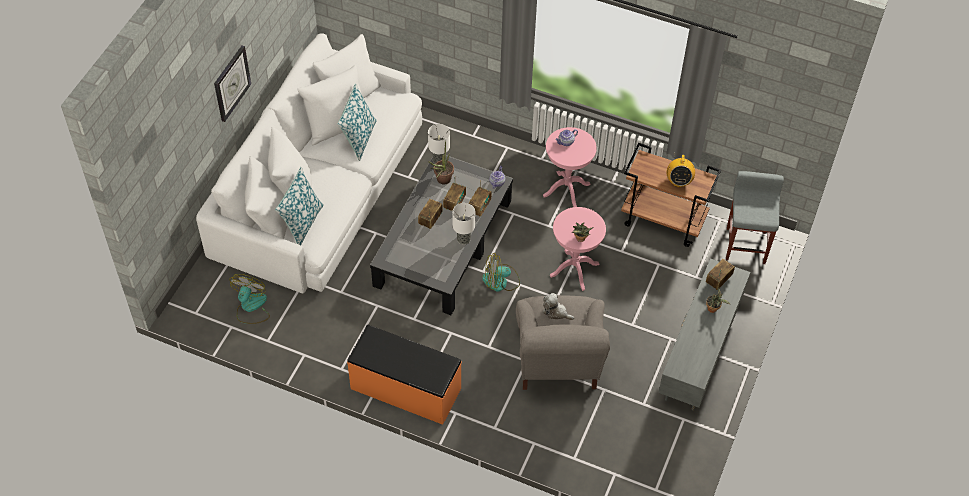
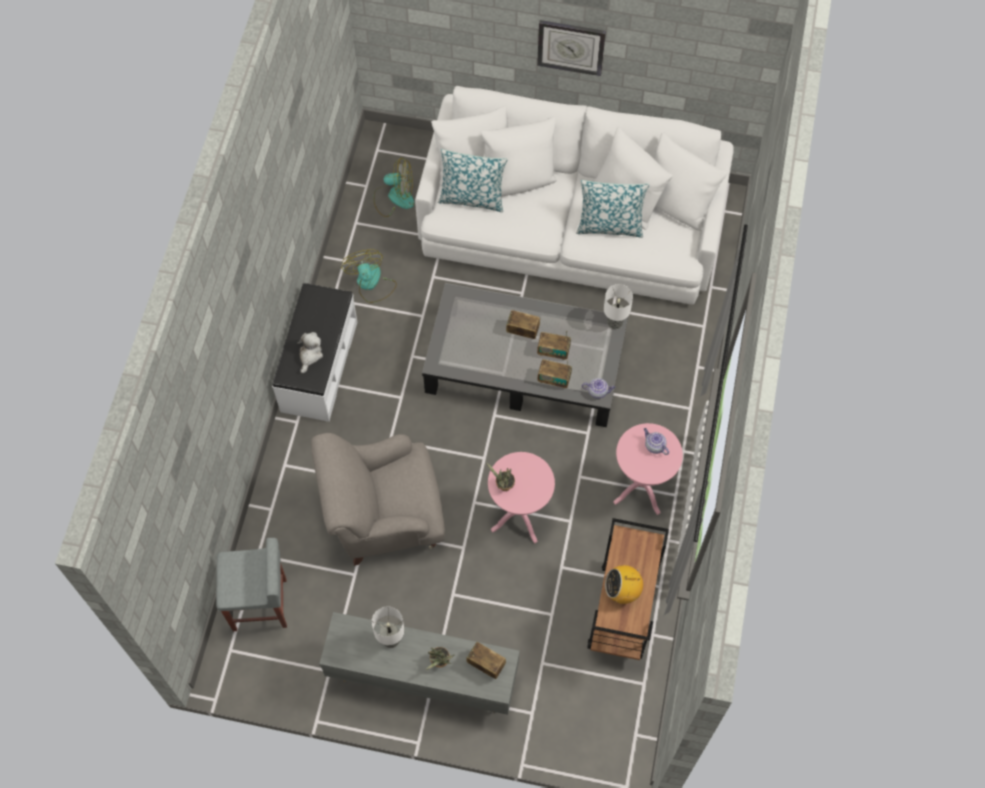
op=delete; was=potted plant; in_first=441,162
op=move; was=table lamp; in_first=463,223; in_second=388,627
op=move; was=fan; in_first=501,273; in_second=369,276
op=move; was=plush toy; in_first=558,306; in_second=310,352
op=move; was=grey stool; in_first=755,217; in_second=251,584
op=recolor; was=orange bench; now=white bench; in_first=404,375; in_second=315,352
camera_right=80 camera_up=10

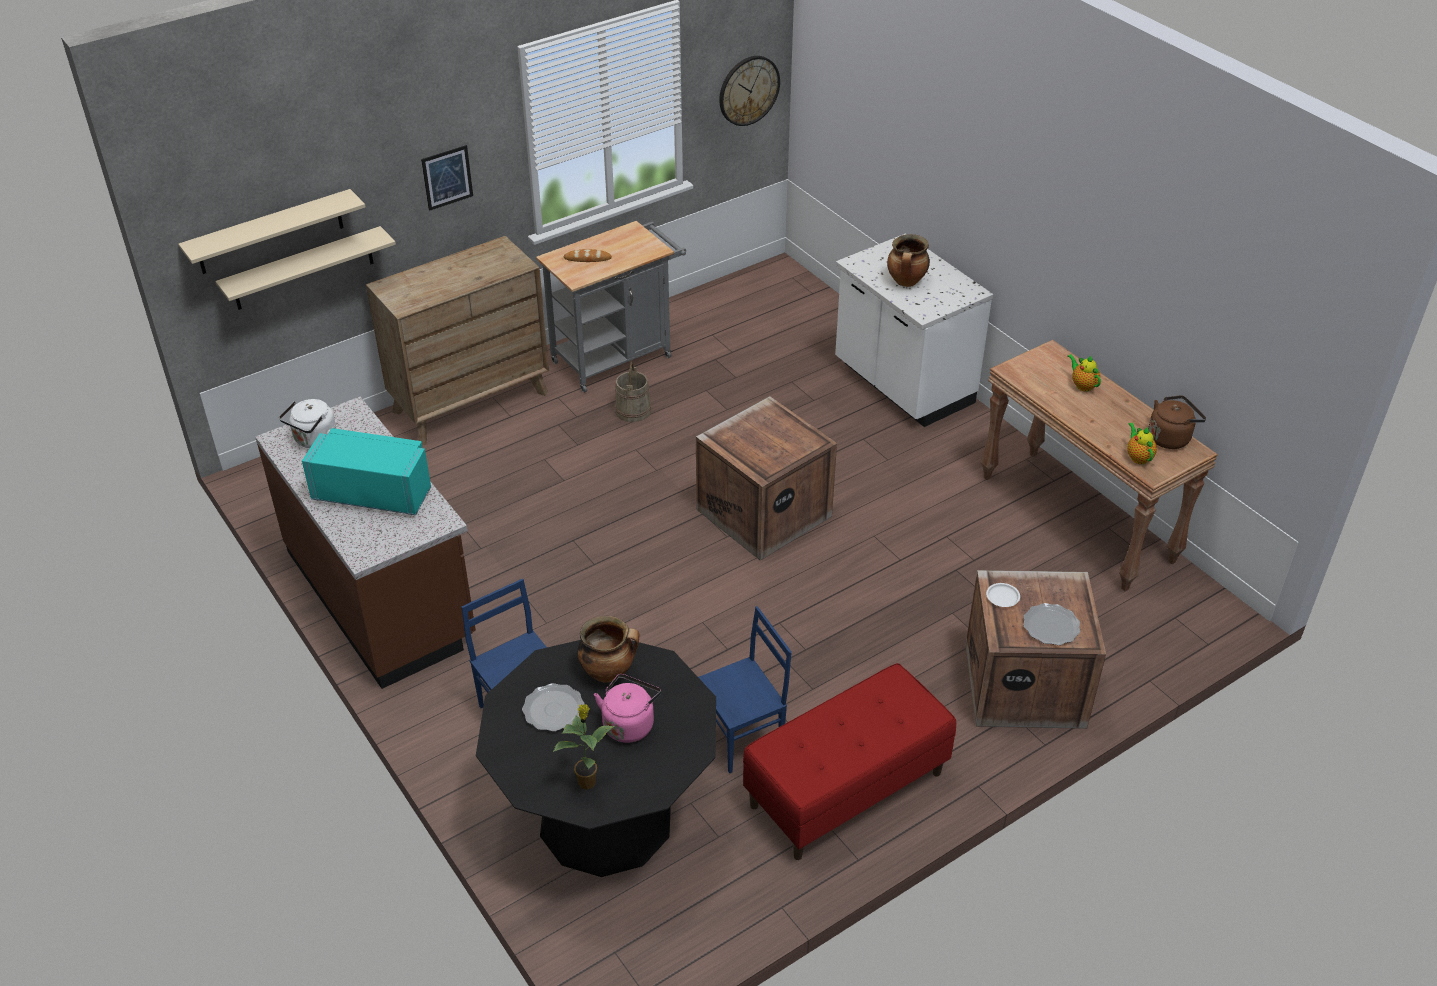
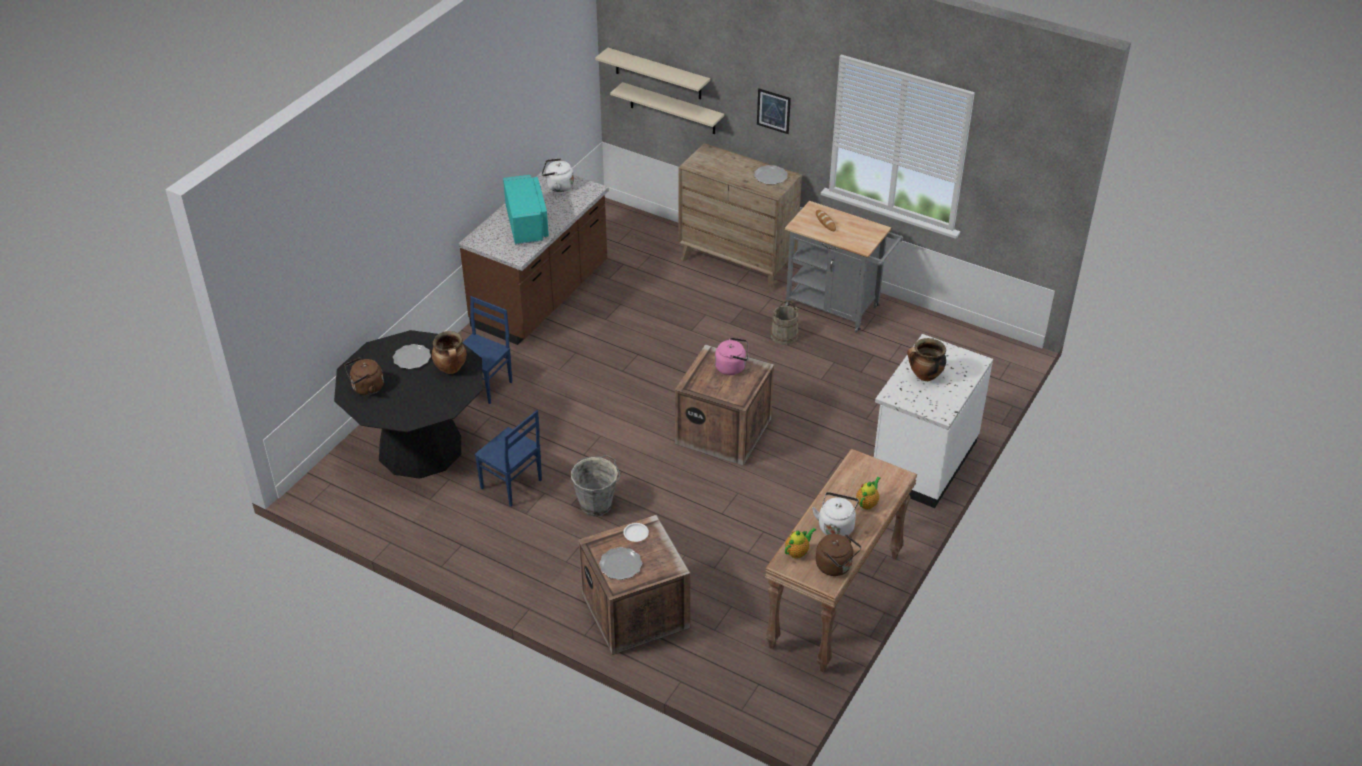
op=delete; was=wall clock; in_first=749,91
op=delete; was=red bench; in_first=849,761
op=insert; now=grey bucket; in_second=595,485
op=insert; now=plate; in_second=771,174
op=insert; now=white kettle; in_second=835,514
op=move; was=pink kettle; in_first=627,708; in_second=731,356
op=replace; was=potted plant; now=brown kettle; in_first=584,747; in_second=364,376
camera_right=65 camera_up=0

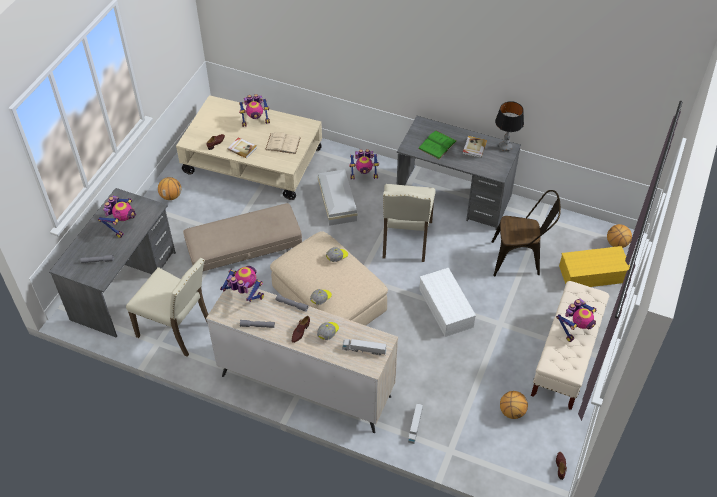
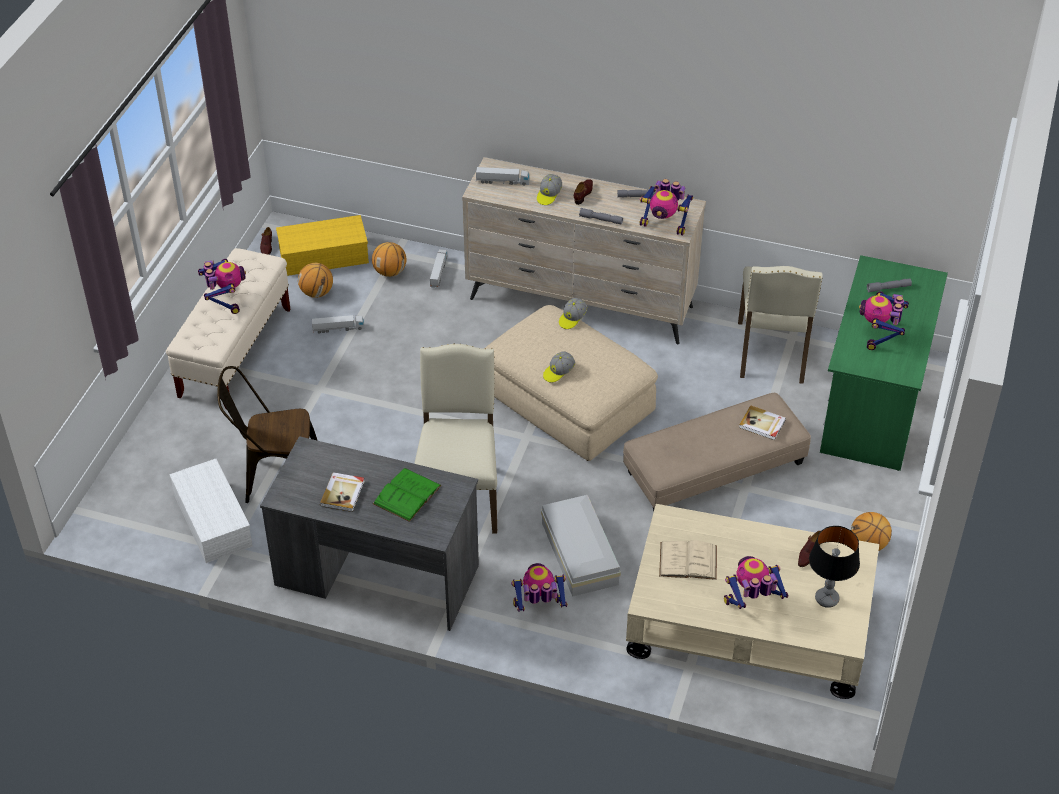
op=insert; now=toy truck; in_second=338,324
op=move; was=book; in_first=242,148; in_second=762,422
op=move; was=white storage box; in_first=447,302; in_second=211,511
op=move; was=table lamp; in_first=509,126; in_second=834,567
op=move; was=yellow storage box; in_first=594,266; in_second=322,245
op=move; was=basketball; in_first=619,236; in_second=389,259
op=recolor; was=grey desk; now=green desk; in_first=112,263; in_second=884,363
op=rotate; was=beige chair; in_first=167,307; in_second=780,325; clockwise=-105
op=rotate; was=toy robot; in_first=576,320; in_second=222,286; clockwise=120
camera_right=175 camera_up=-5

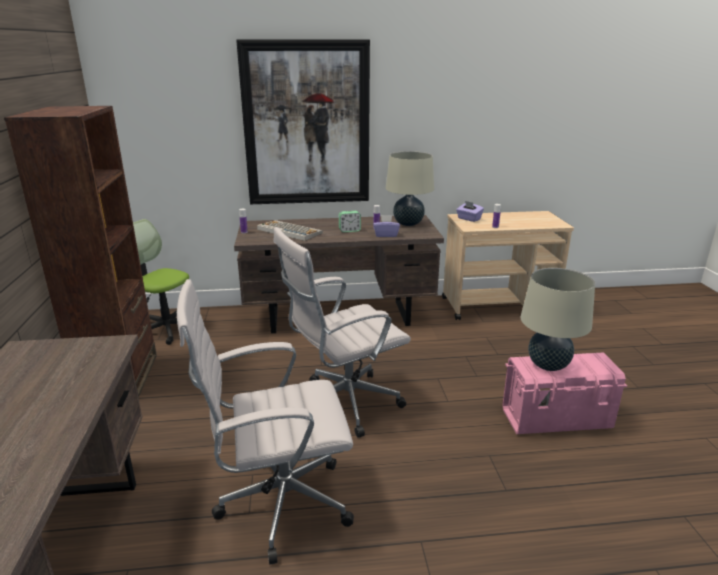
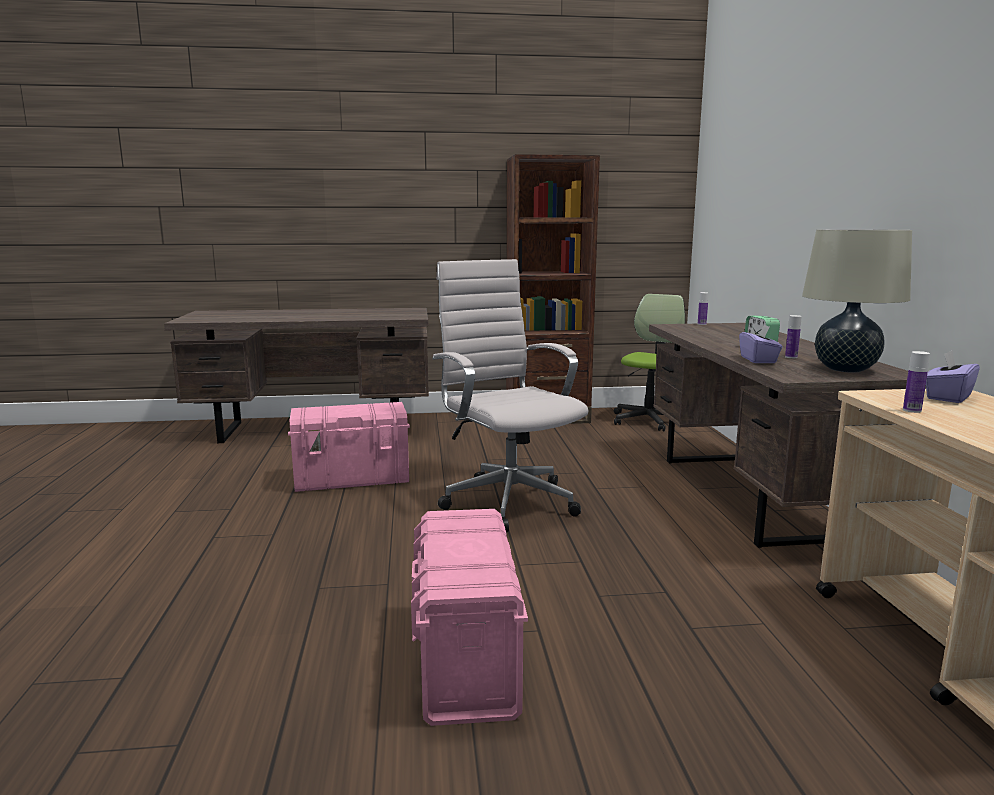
op=delete; was=picture; in_first=303,121
op=delete; was=keyboard; in_first=290,230
op=delete; was=beige table lamp; in_first=557,319
op=replace; was=white office chair; now=pink storage box; in_first=265,422; in_second=349,447
camera_right=90 camera_up=-10

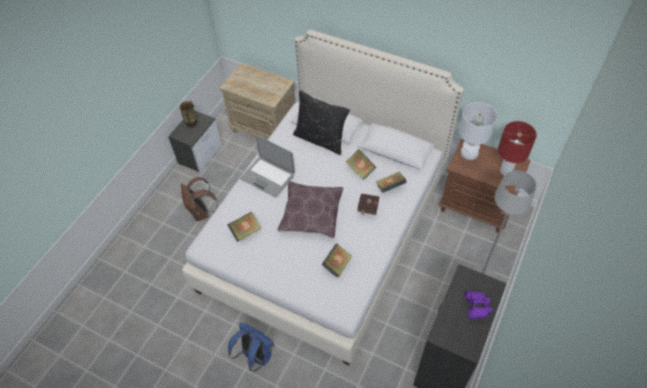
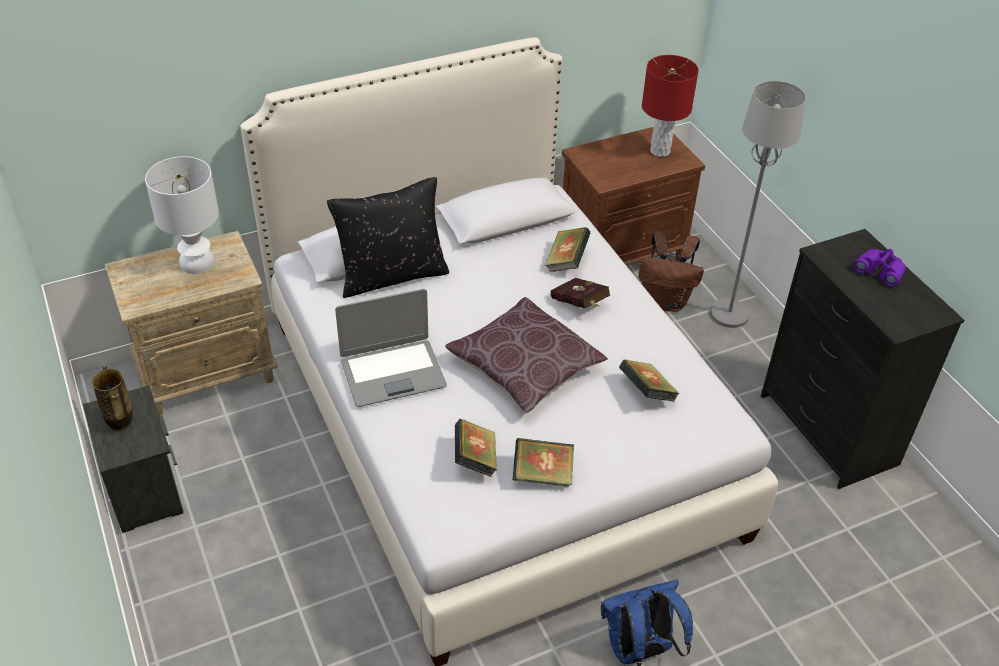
op=move; was=brown backpack; in_first=199,199; in_second=671,271
op=move; was=book; in_first=361,164; in_second=543,462
op=move; was=white table lamp; in_first=478,131; in_second=182,215
camera_right=-55 camera_up=-10

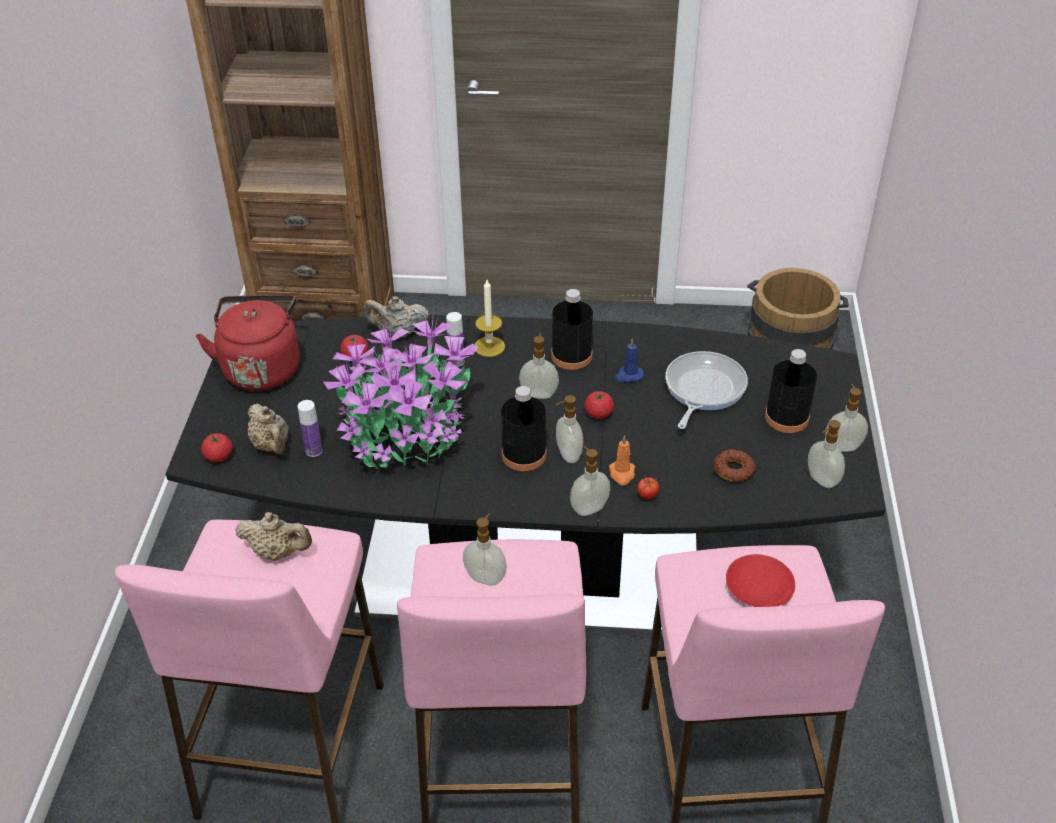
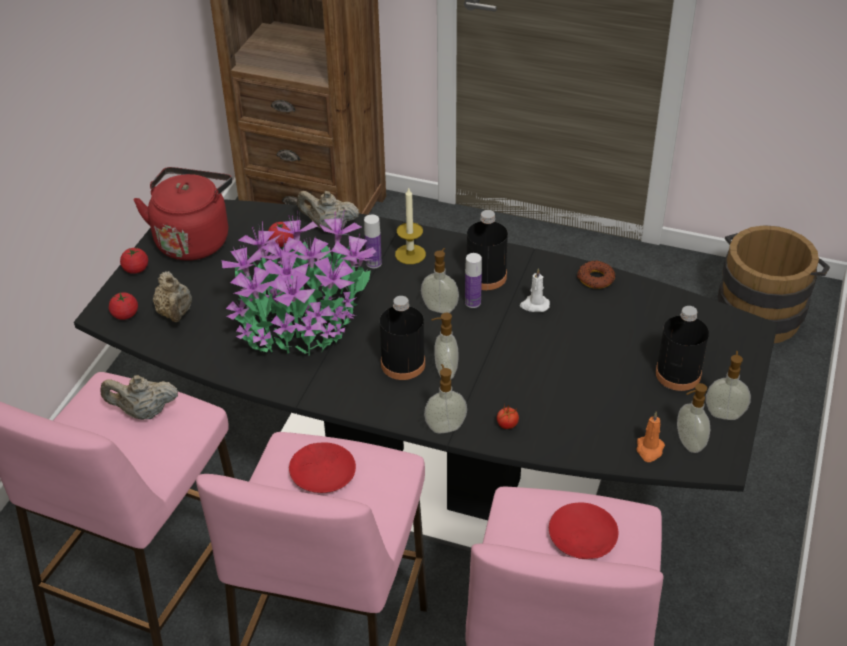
op=delete; was=frying pan; in_first=706,390
op=move; was=bottle; in_first=310,428; in_second=473,280
op=move; was=tomato; in_first=599,404; in_second=134,260
op=move; was=orange candle; in_first=622,460; in_second=651,437
op=move; was=donut; in_first=735,465; in_second=596,275
op=replace; was=soap dispenser; now=red plate; in_first=485,549; in_second=322,467
op=recolor; was=blue candle; now=white candle; in_first=629,360; in_second=535,290
op=rotate; was=beige teapot; in_first=273,536; in_second=139,397; clockwise=150
camera_right=15 camera_up=0

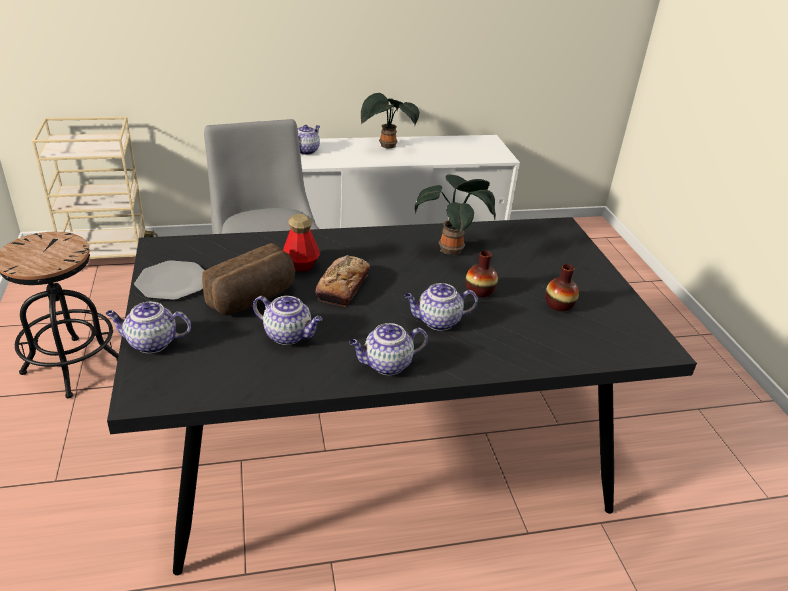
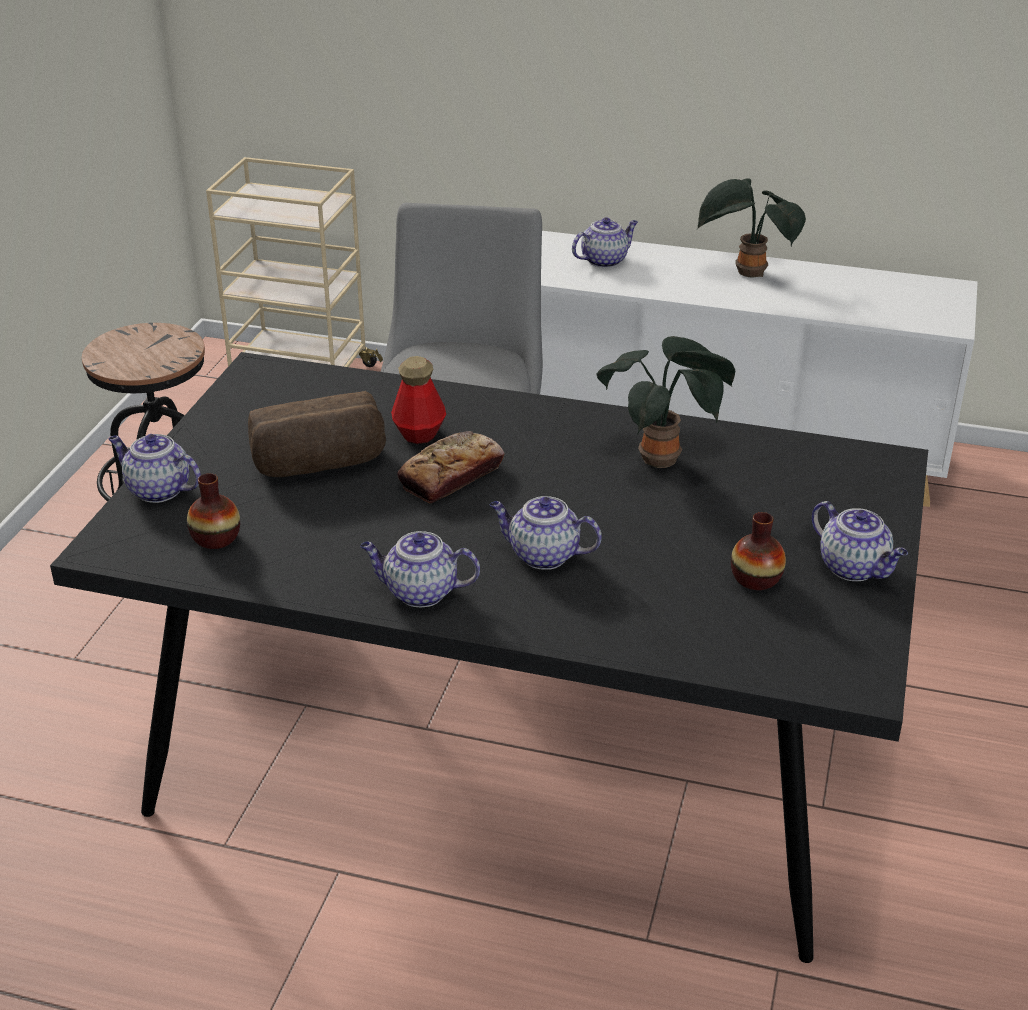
op=delete; was=plate; in_first=169,280
op=move; was=teapot; in_first=288,320; in_second=860,541
op=move; was=vase; in_first=481,274; in_second=213,511
camera_right=30 camera_up=0

